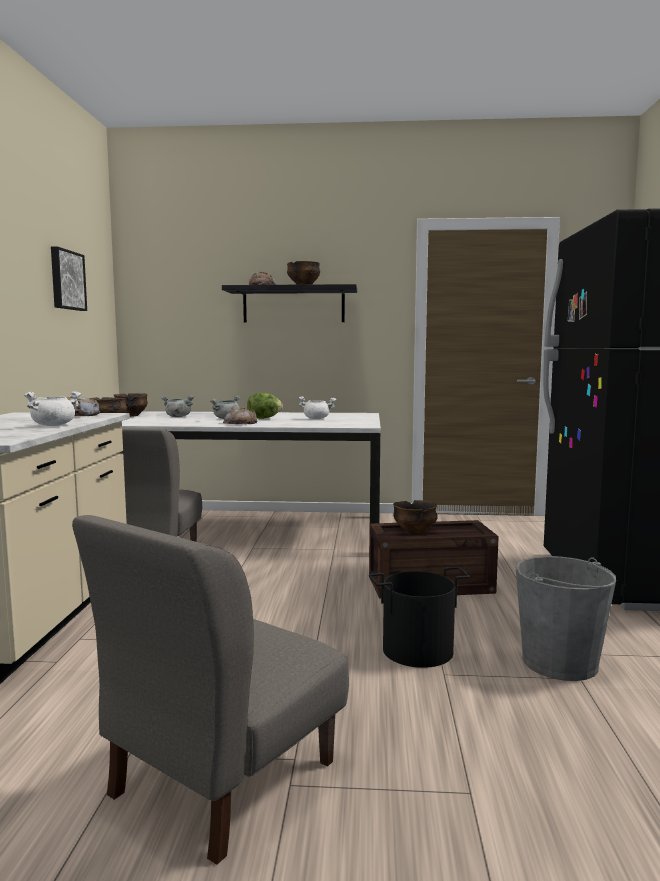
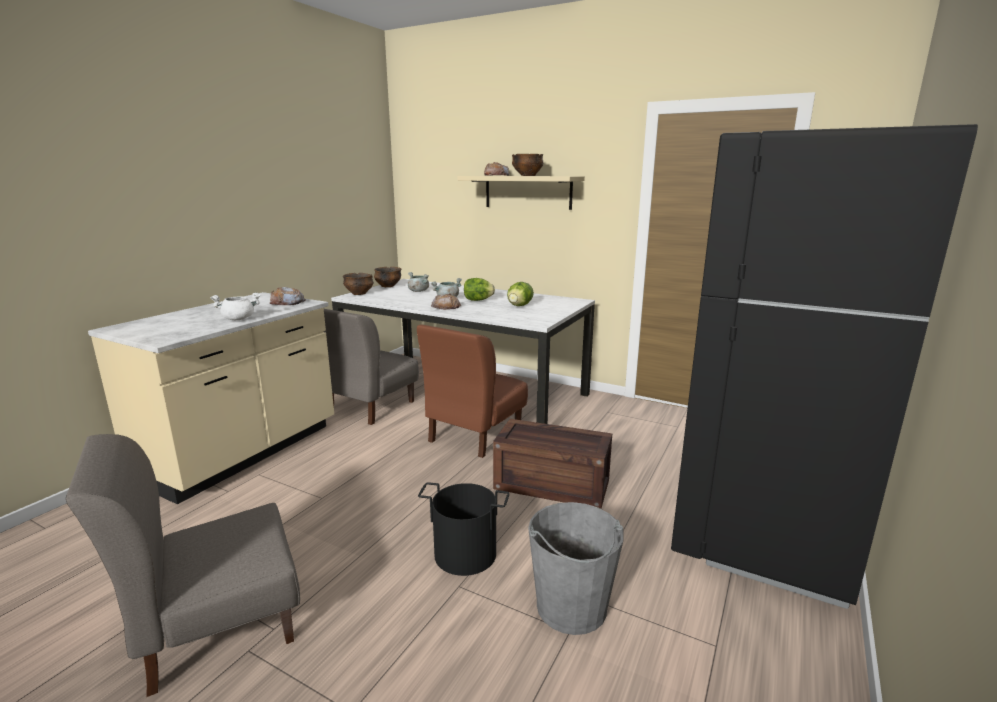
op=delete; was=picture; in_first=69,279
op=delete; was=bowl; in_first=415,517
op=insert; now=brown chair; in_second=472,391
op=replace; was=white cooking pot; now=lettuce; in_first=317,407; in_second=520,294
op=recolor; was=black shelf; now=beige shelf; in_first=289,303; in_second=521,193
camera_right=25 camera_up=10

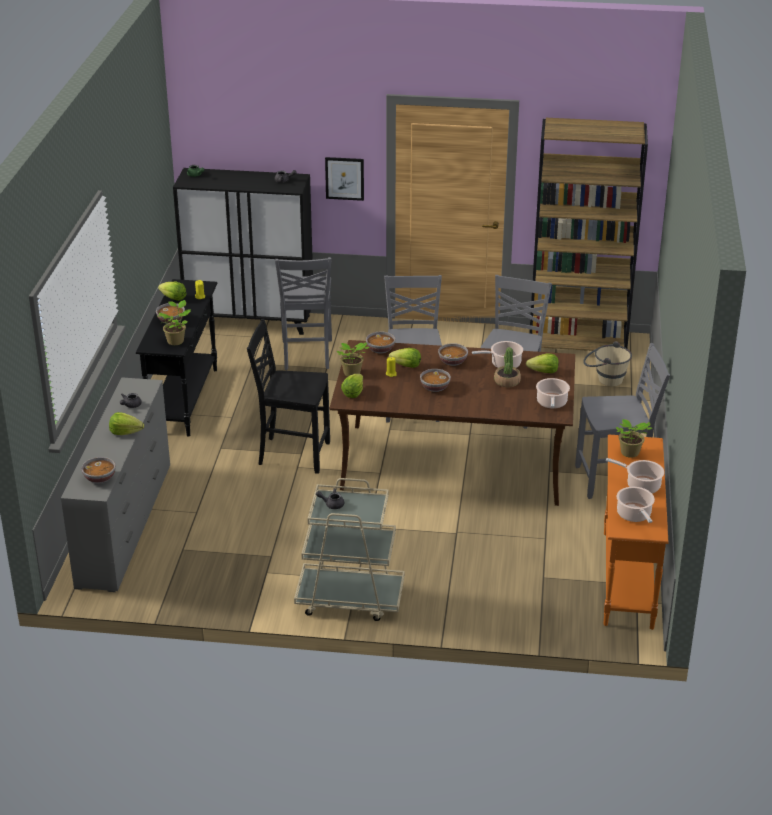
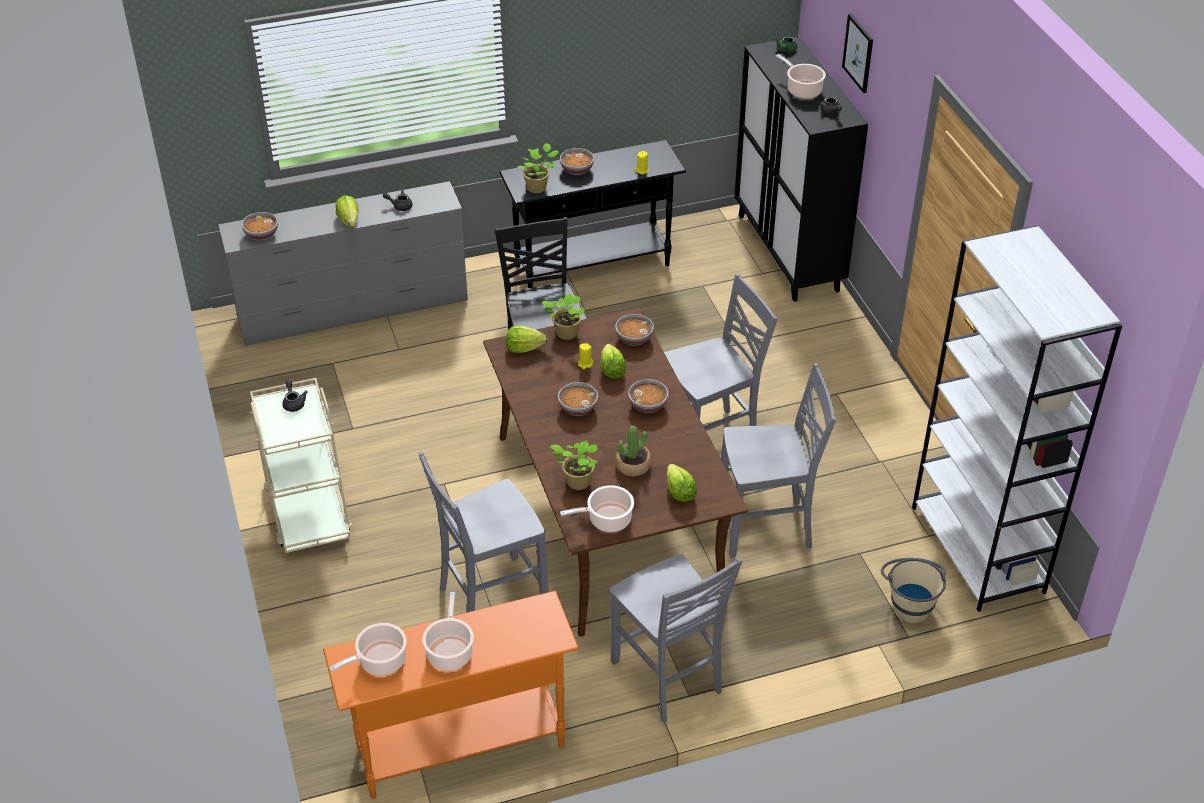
op=delete; was=lettuce; in_first=172,291
op=move; was=grey chair; in_first=303,313; in_second=483,531
op=move; was=picture; in_first=344,179; in_second=857,53
op=move; was=cooking pot; in_first=497,354; in_second=801,76
op=move; was=potted plant; in_first=634,438; in_second=573,465
op=recolor; was=brown bookcase; now=white bookcase; in_first=588,234; in_second=1017,419
camera_right=65 camera_up=10

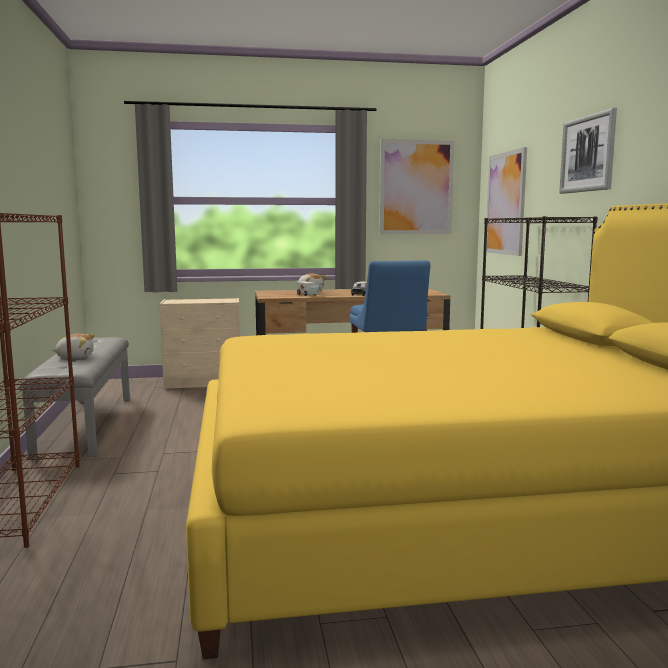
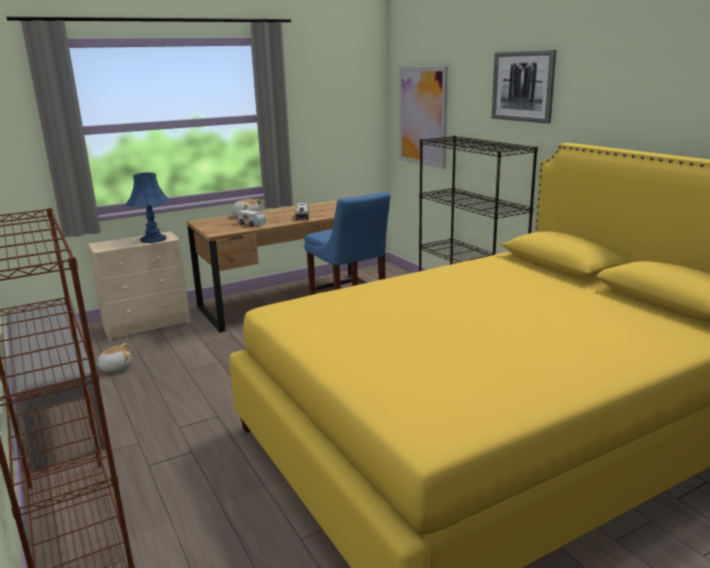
op=delete; was=picture; in_first=416,186
op=insert; now=blue table lamp; in_second=148,207
op=move; was=plush toy; in_first=73,346; in_second=113,357
camera_right=-20 camera_up=10

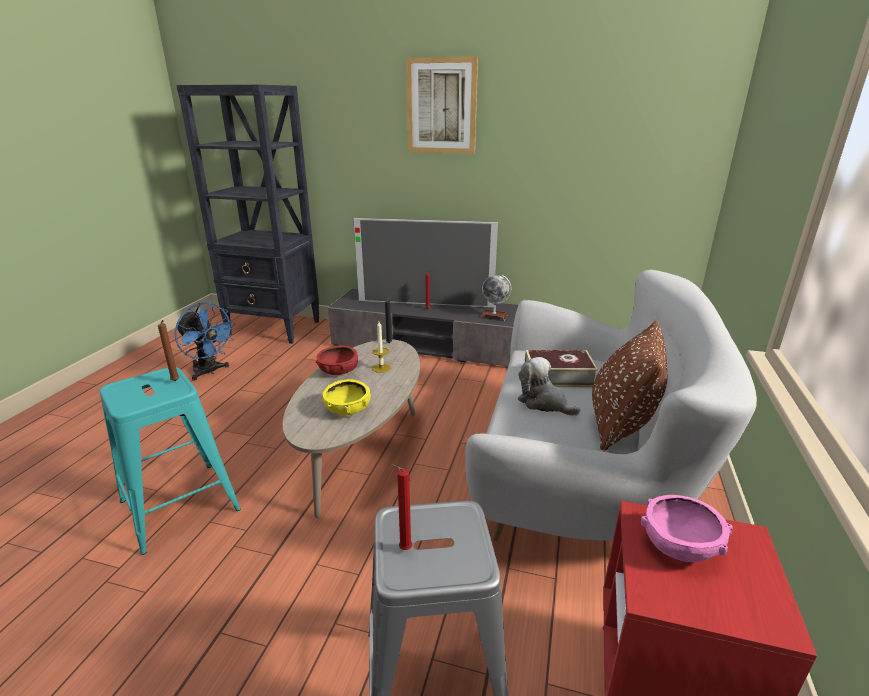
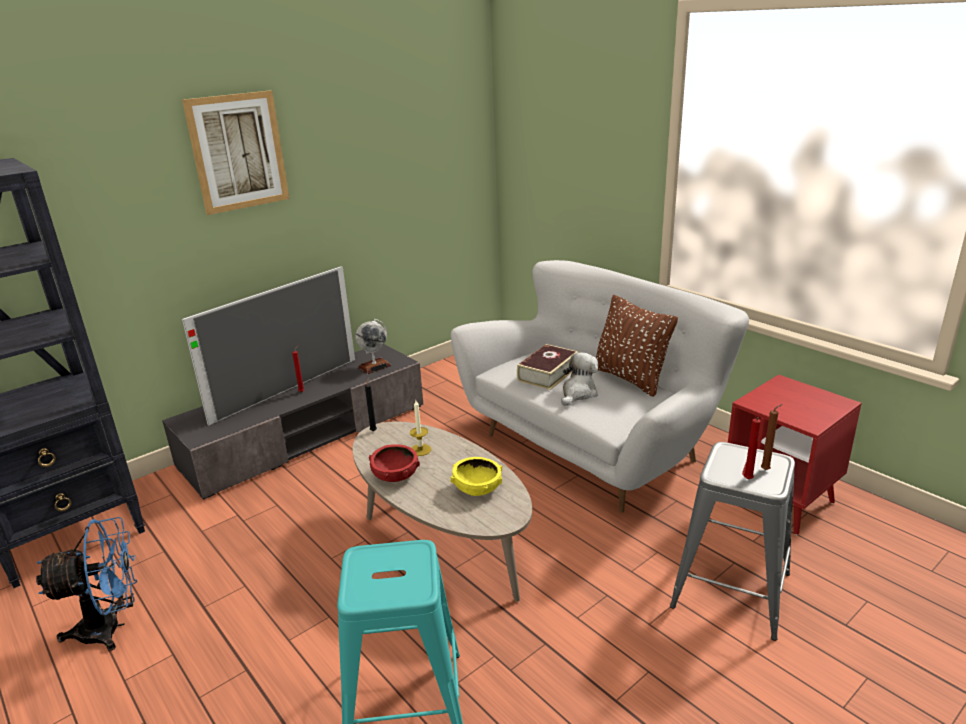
op=delete; was=pink bowl; in_first=687,528
op=move; was=brown candle; in_first=168,350; in_second=772,437
op=rotate; was=plush toy; in_first=549,386; in_second=579,379; clockwise=135
camera_right=-55 camera_up=0

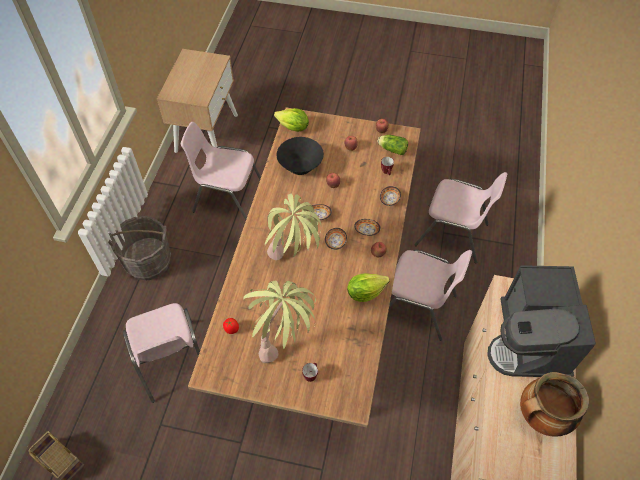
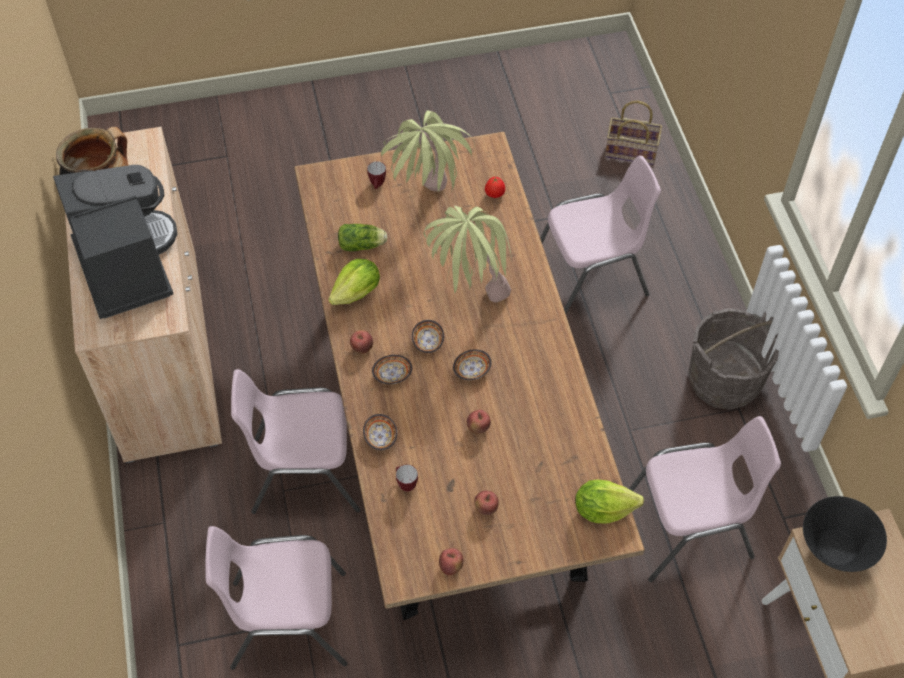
op=move; was=black bowl; in_first=300,156; in_second=845,534
op=move; was=lettuce; in_first=392,145; in_second=362,237
op=rotate; was=pink chair; in_first=161,353; in_second=600,235; clockwise=120
camera_right=155 camera_up=0

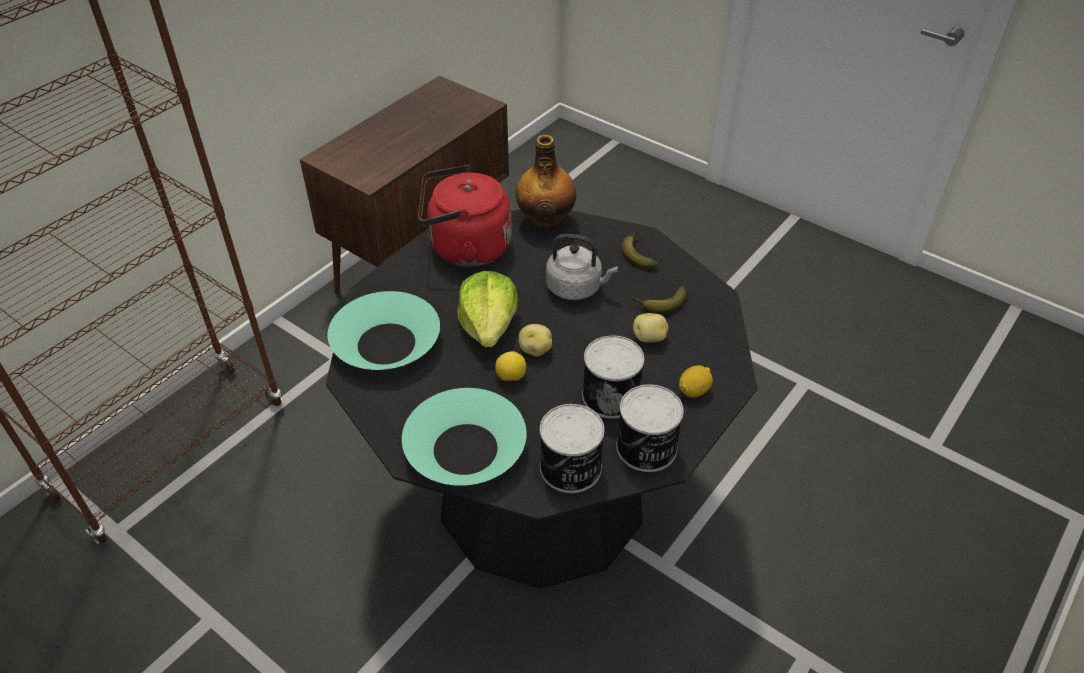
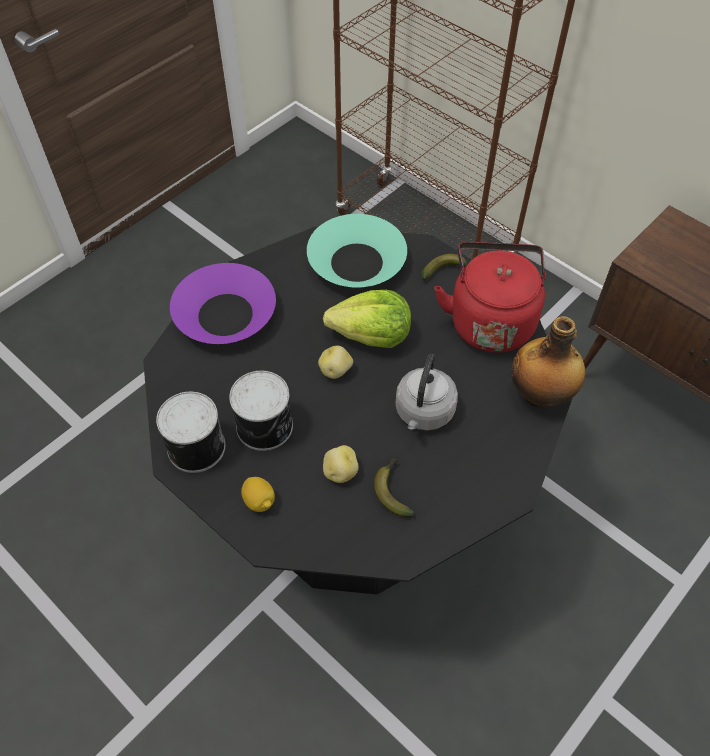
op=delete; was=lemon; in_first=510,366
op=delete; was=can; in_first=572,448
op=move; was=banana; in_first=640,249; in_second=445,267
op=recolor; was=turquoise bowl; now=purple bowl; in_first=464,437; in_second=223,303
camera_right=95 camera_up=10

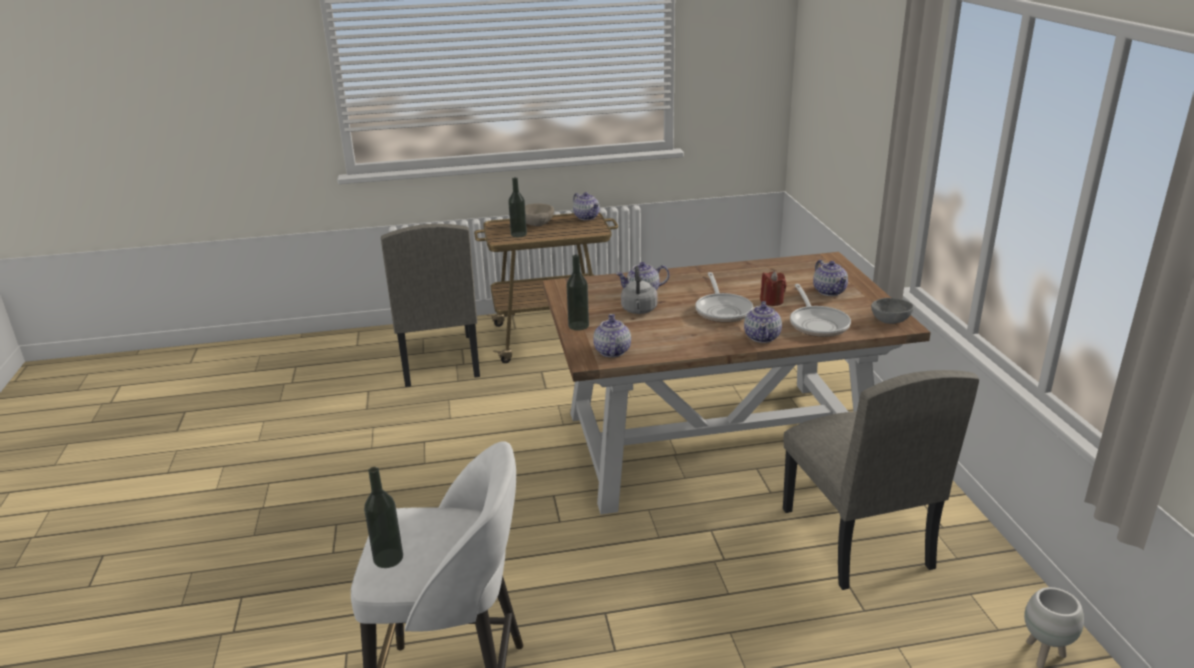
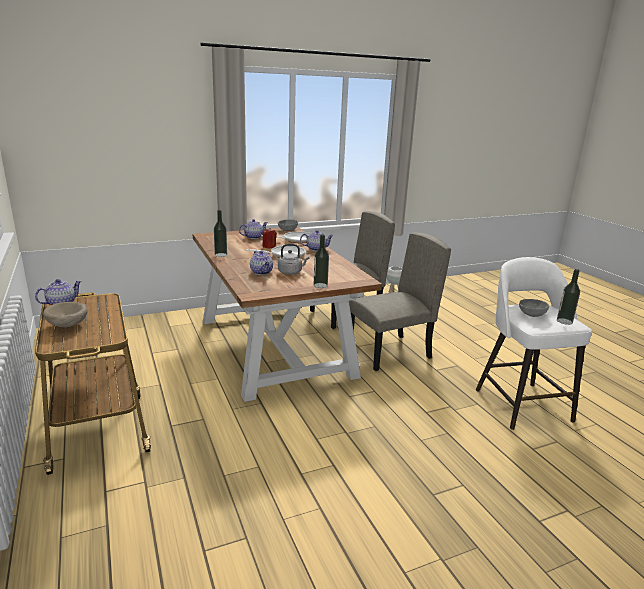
op=delete; was=teapot; in_first=612,335
op=insert; now=grey bowl; in_second=534,308
op=move; was=beige chair; in_first=430,305; in_second=400,302
op=move; was=bottle; in_first=517,207; in_second=220,233
camera_right=-105 camera_up=-5

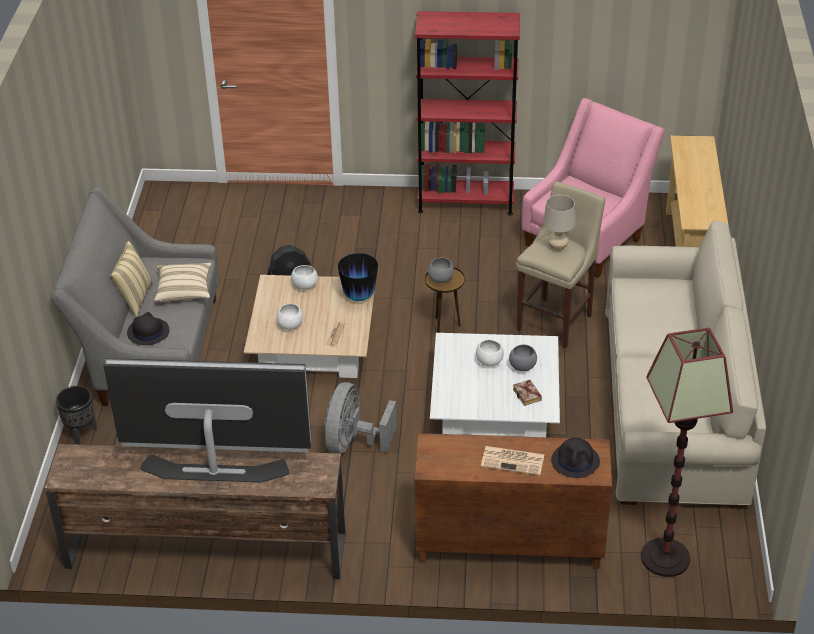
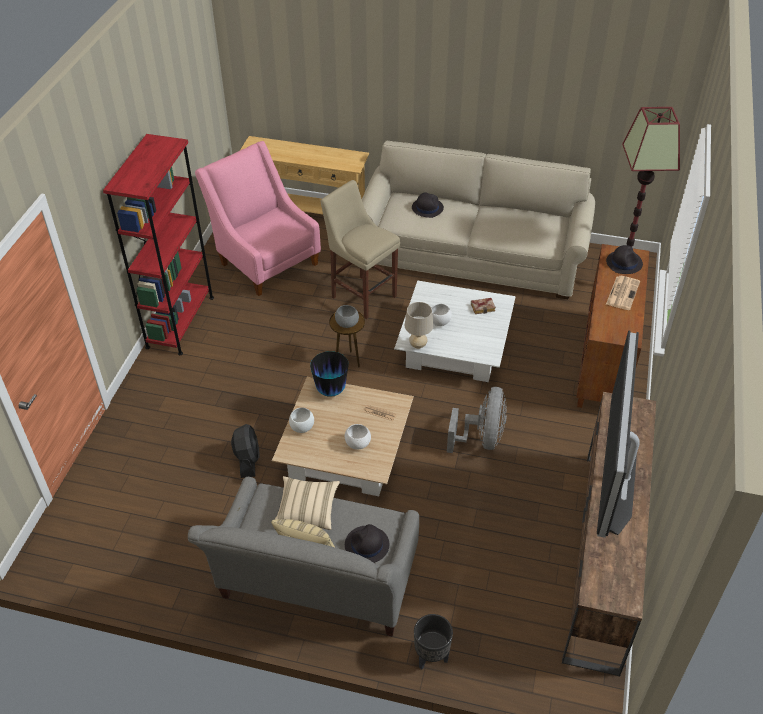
op=delete; was=grey bowl; in_first=523,357
op=insert; now=black hat; in_second=428,205
op=move; was=beige table lamp; in_first=559,223; in_second=419,325
op=rotate; was=grey fan; in_first=360,418; in_second=477,420; clockwise=-105
camera_right=-80 camera_up=5

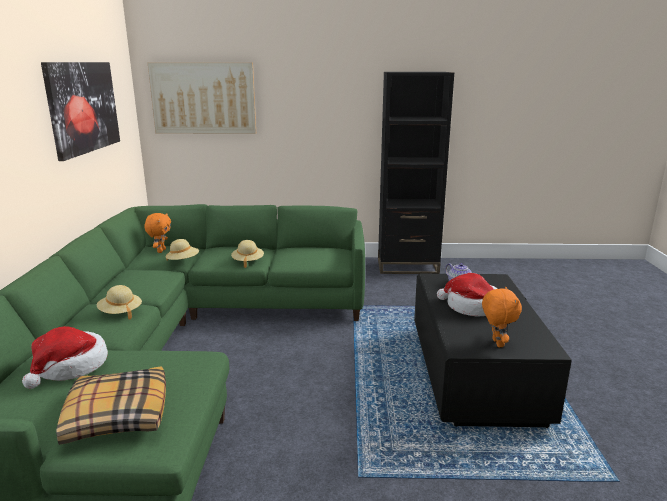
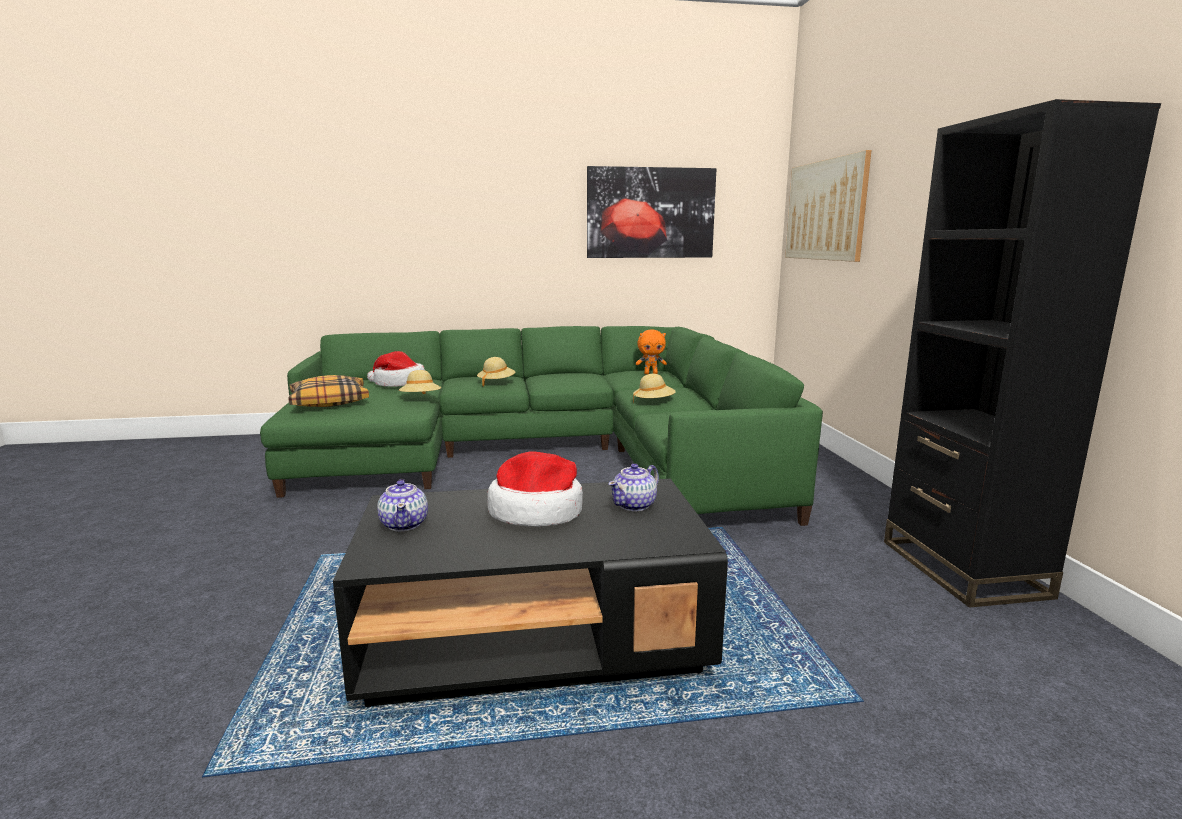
op=move; was=beige hat; in_first=182,250; in_second=420,382
op=replace; was=orange plush toy; now=teapot; in_first=502,317; in_second=402,505
camera_right=80 camera_up=-5

